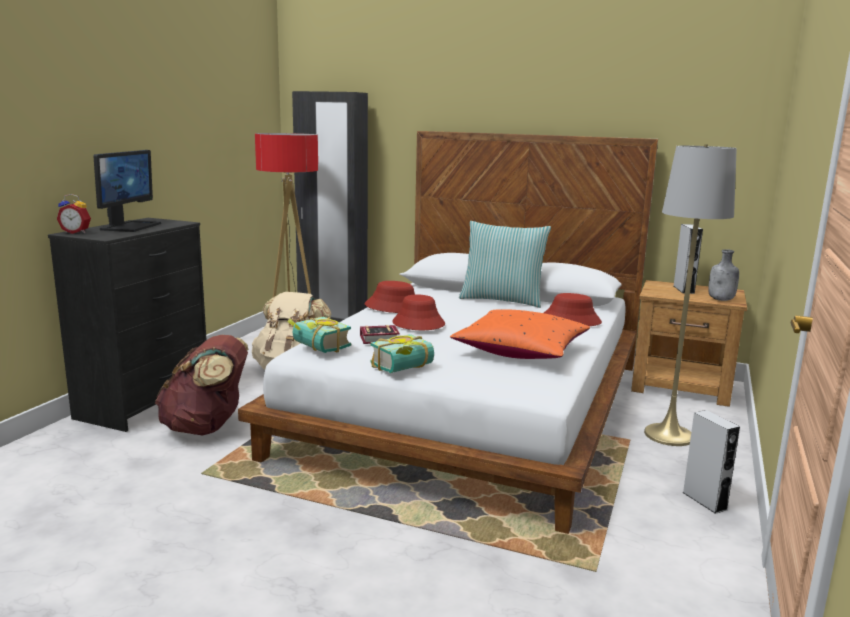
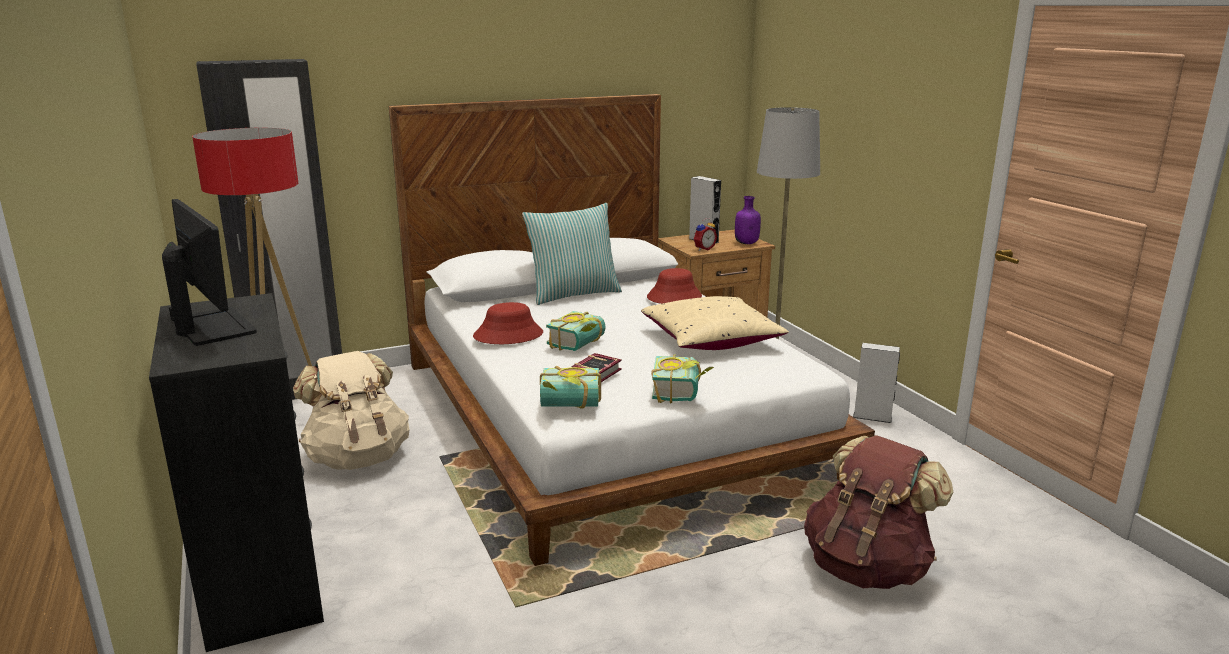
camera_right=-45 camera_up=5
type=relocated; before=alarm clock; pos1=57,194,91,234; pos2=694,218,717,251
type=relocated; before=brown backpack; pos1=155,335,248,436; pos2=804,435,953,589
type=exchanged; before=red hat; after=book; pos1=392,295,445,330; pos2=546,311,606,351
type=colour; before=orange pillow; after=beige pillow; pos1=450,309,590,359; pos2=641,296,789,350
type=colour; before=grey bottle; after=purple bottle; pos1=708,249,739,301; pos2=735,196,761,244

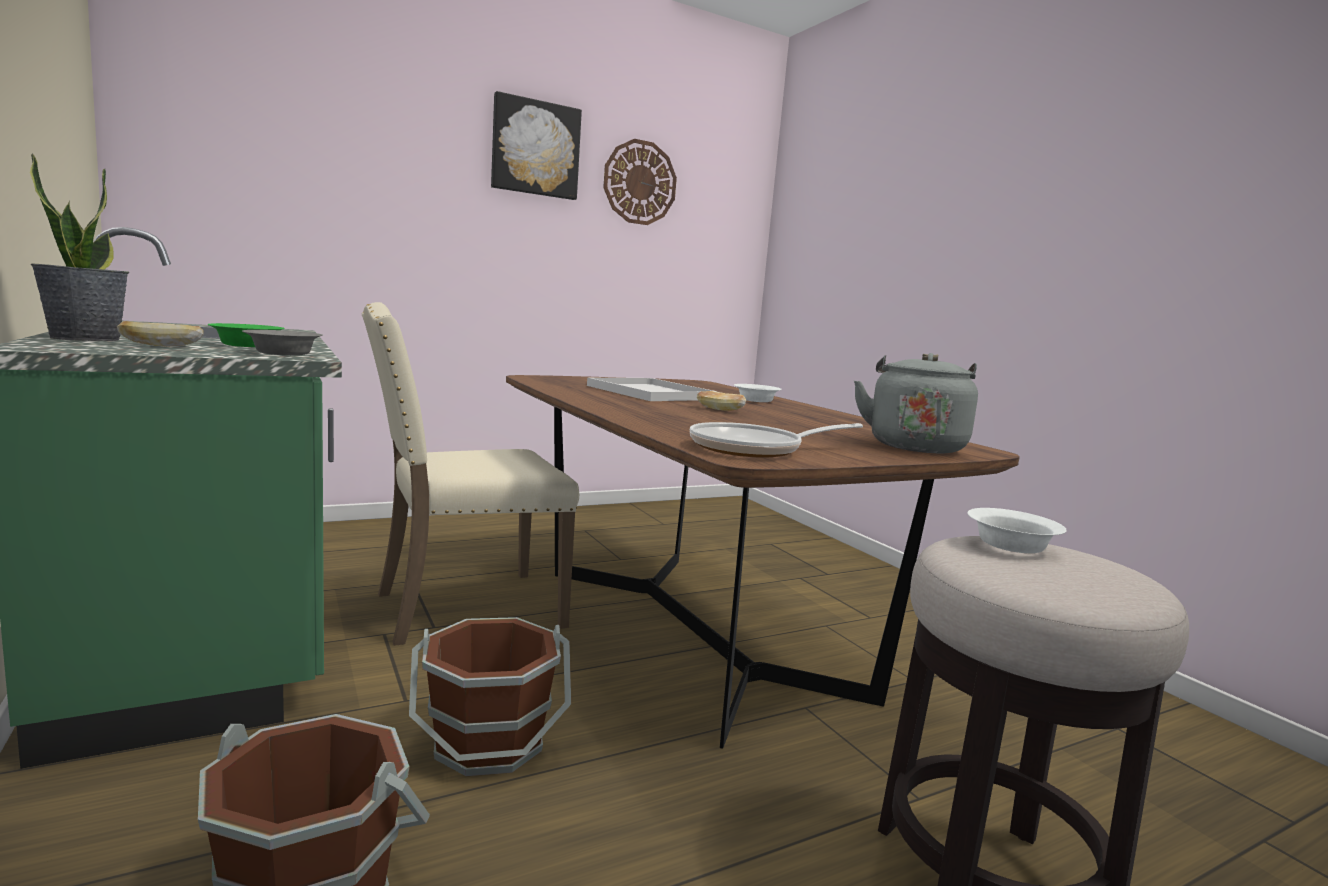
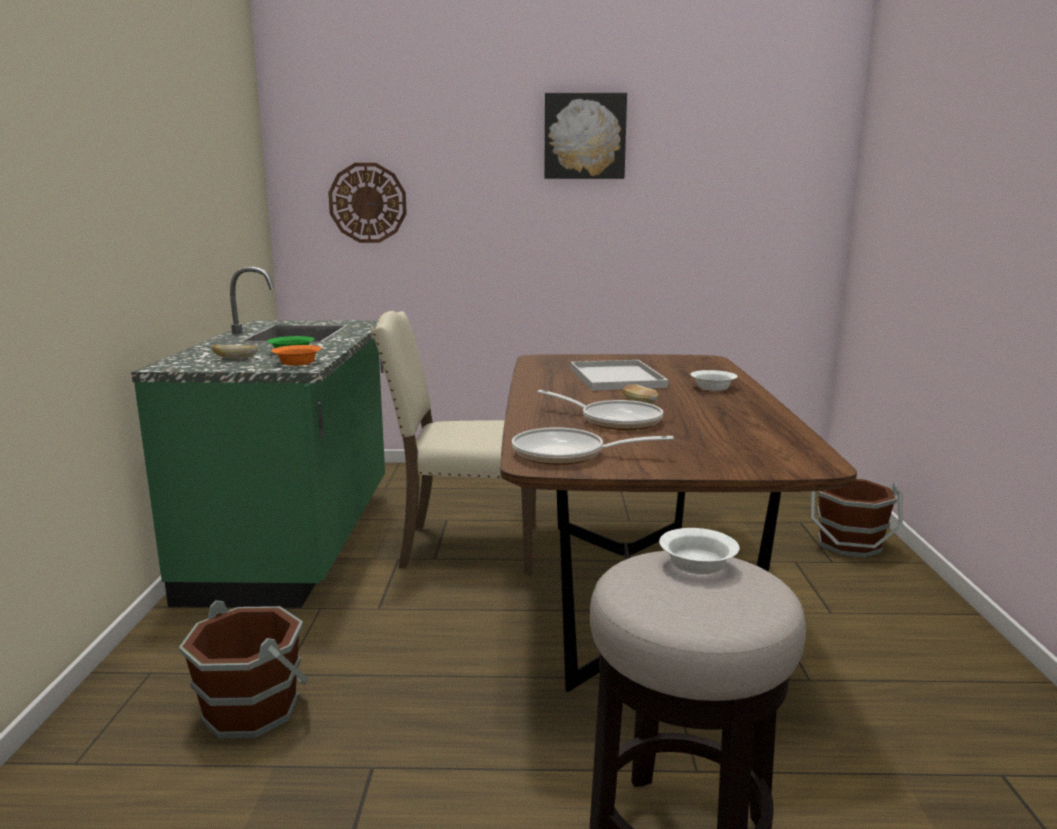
camera_right=30 camera_up=5
type=missing; before=potted plant; pos1=30,153,129,341
type=colour; before=grey bowl; after=orange bowl; pos1=242,330,323,355; pos2=271,345,322,366
type=relocated; before=brown bucket; pos1=409,617,571,776; pos2=811,478,903,558
type=relocated; before=wall clock; pos1=603,139,677,225; pos2=328,163,407,243
type=missing; before=grey kettle; pos1=854,353,978,454
type=appeared; after=frying pan; pos2=537,390,663,430

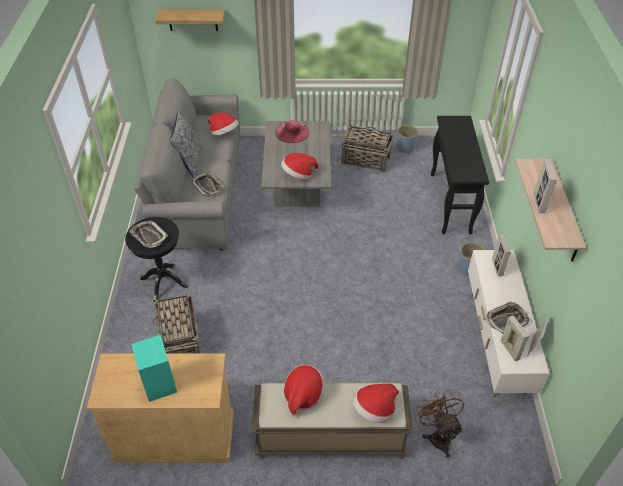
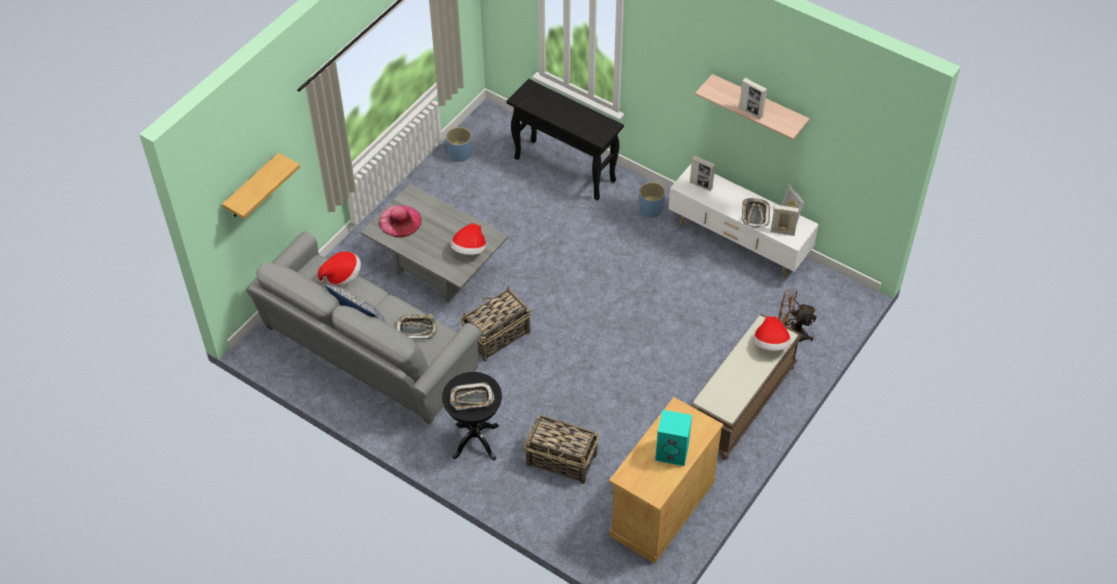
camera_right=-55 camera_up=5
type=missing; before=hat; pos1=284,365,325,416
type=relocated; before=basket; pos1=341,123,394,173; pos2=461,286,531,361

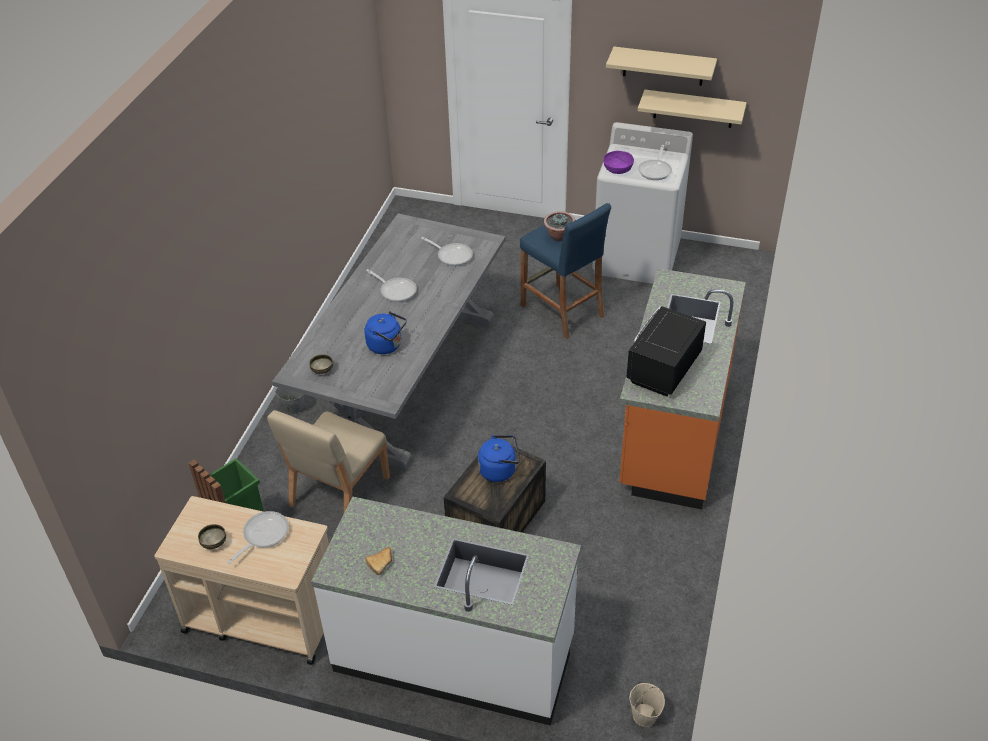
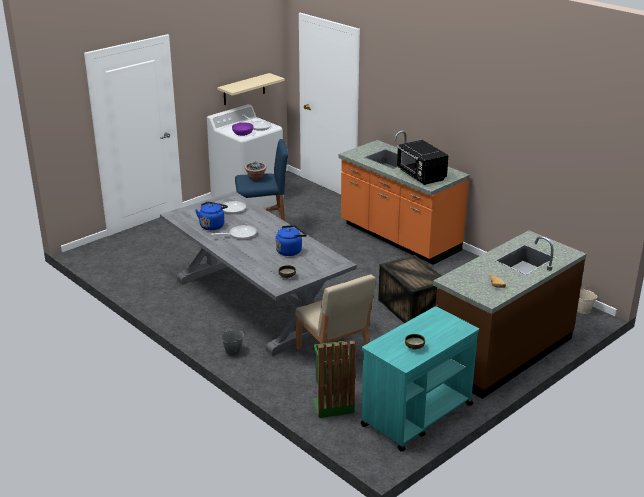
camera_right=-60 camera_up=-15
type=colour; before=beige cart; after=turquoise cart; pos1=154,496,329,665; pos2=361,306,479,452
type=missing; before=frying pan; pos1=227,511,289,564
type=colour; before=white counter; after=brown counter; pos1=311,496,581,725; pos2=433,230,586,399
type=relocated; before=blue kettle; pos1=478,435,520,482; pos2=195,202,228,230
type=missing; before=beige shelf; pos1=606,47,717,86

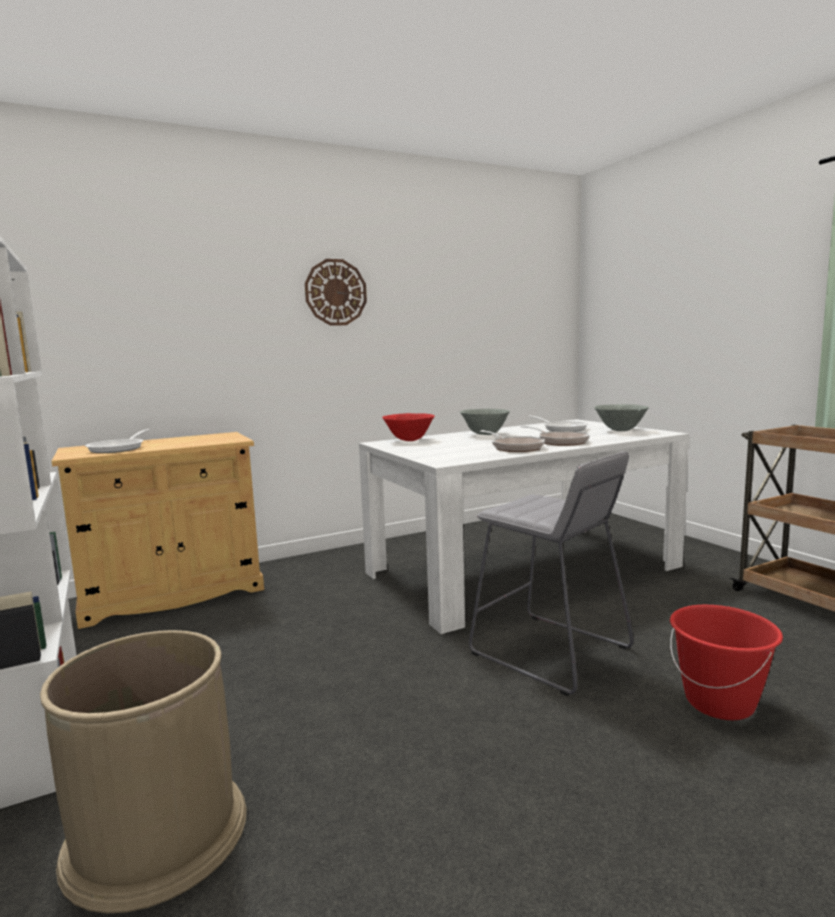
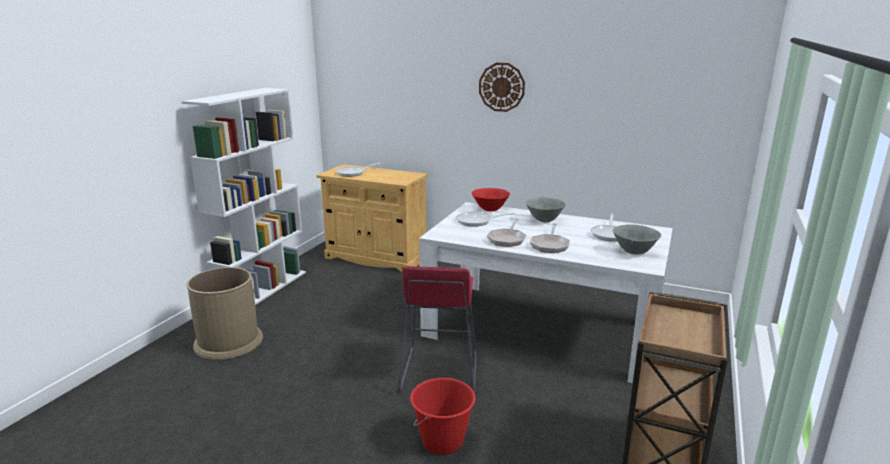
camera_right=50 camera_up=10
type=colour; before=grey stool; after=red stool; pos1=469,451,634,696; pos2=398,266,477,396
type=appeared; after=frying pan; pos2=456,212,516,227

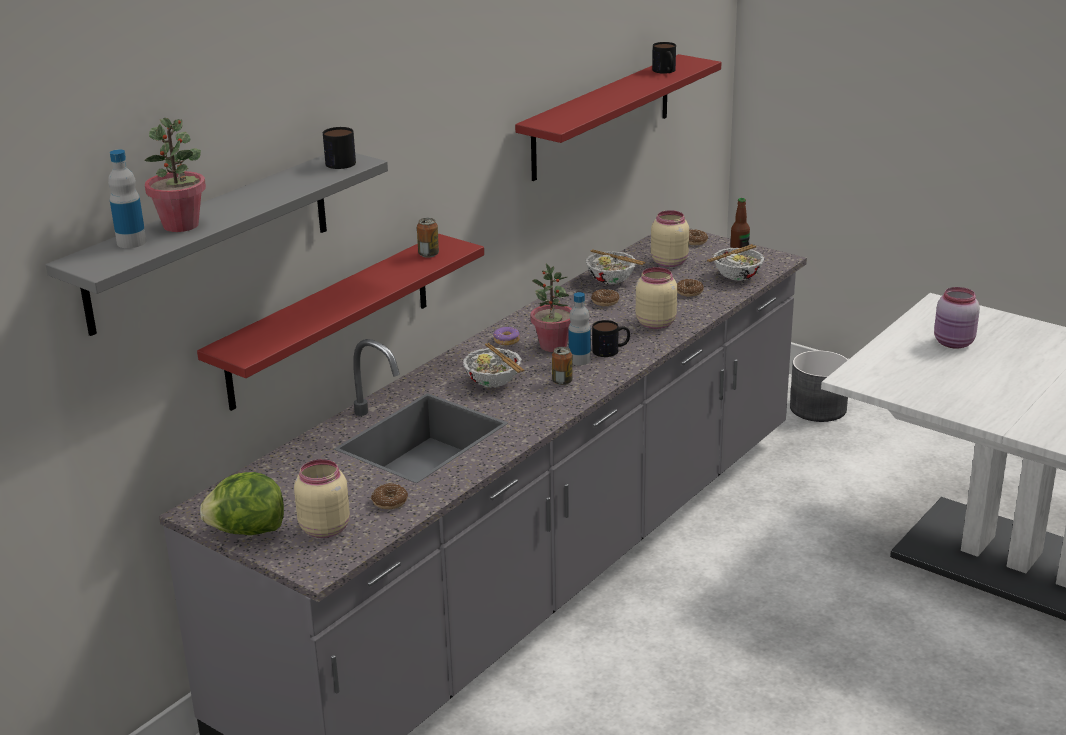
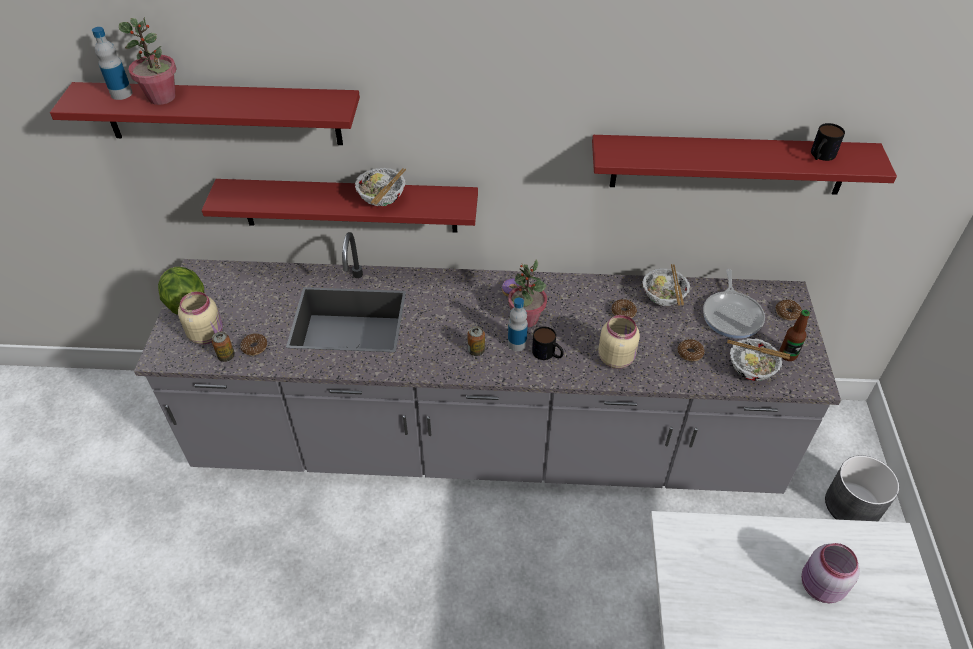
camera_right=55 camera_up=20
type=colour; before=grey shelf; after=red shelf; pos1=46,153,388,336; pos2=50,82,360,145
type=missing; before=mug; pos1=323,127,356,169
type=relocated; before=can; pos1=417,218,439,258; pos2=212,332,235,362
type=relocated; before=bowl; pos1=463,343,524,388; pos2=355,168,406,206
type=exchanged; before=beige jar; after=frying pan; pos1=651,210,689,267; pos2=703,269,765,339

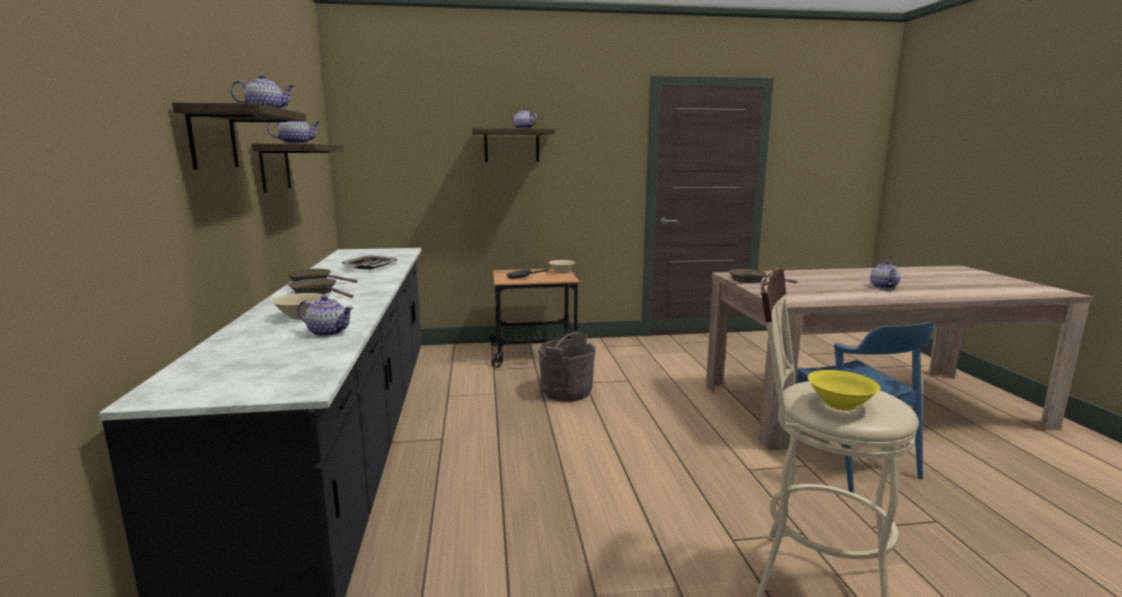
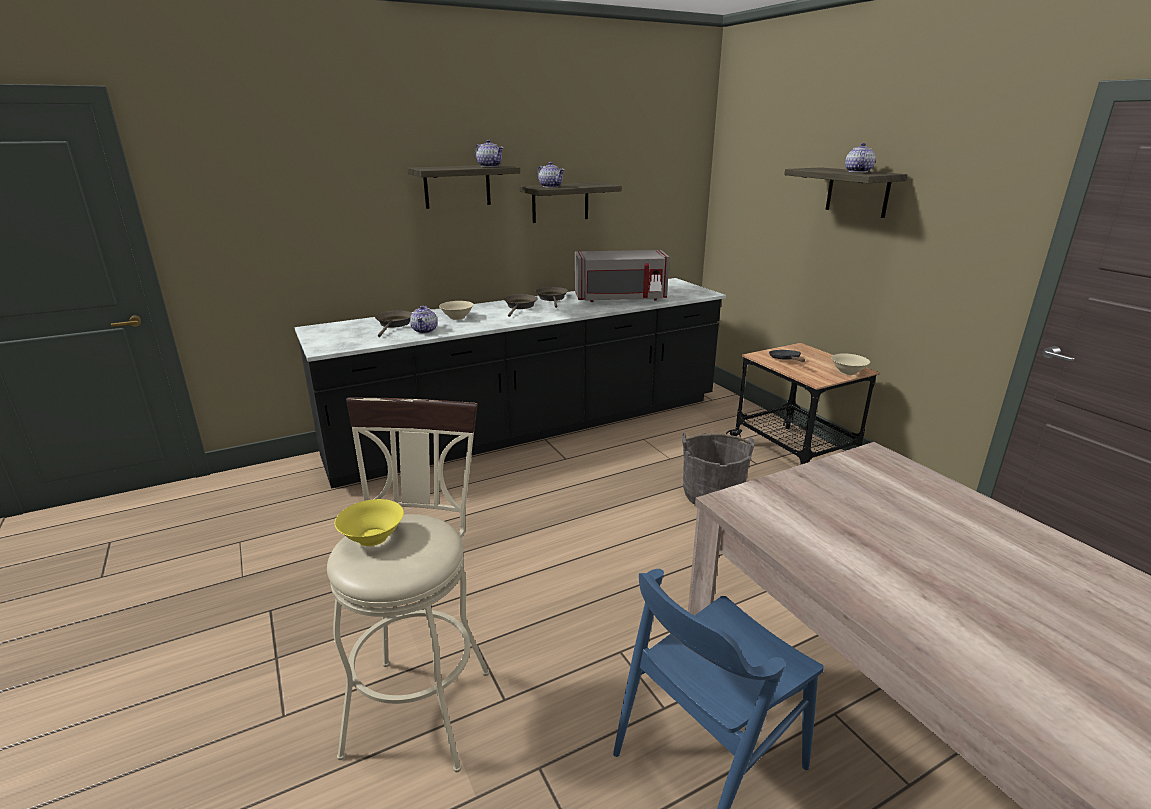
camera_right=70 camera_up=10
type=exchanged; before=tray; after=grey microwave; pos1=342,255,397,270; pos2=575,250,669,302
type=relocated; before=brown frying pan; pos1=728,269,797,284; pos2=375,311,413,337
type=missing; before=teapot; pos1=870,261,901,289

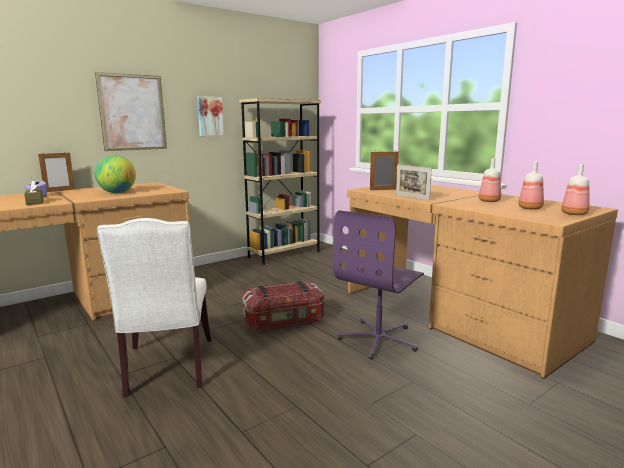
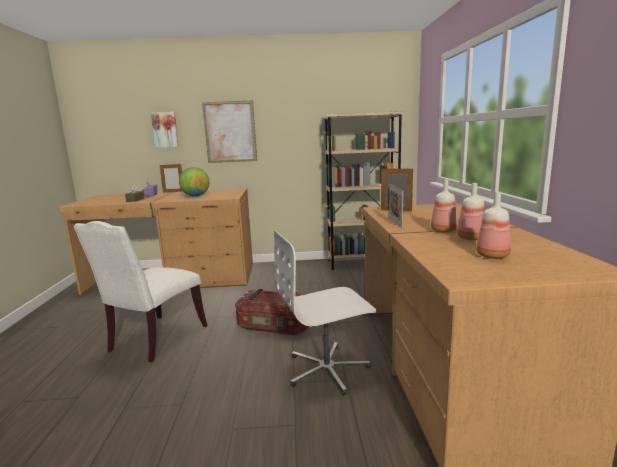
camera_right=35 camera_up=0
type=relocated; before=picture; pos1=197,96,224,136; pos2=151,112,179,148
type=colour; before=purple office chair; after=white office chair; pos1=332,210,424,359; pos2=274,230,376,395
type=relocated; before=bottle; pos1=561,164,590,215; pos2=431,180,457,232

